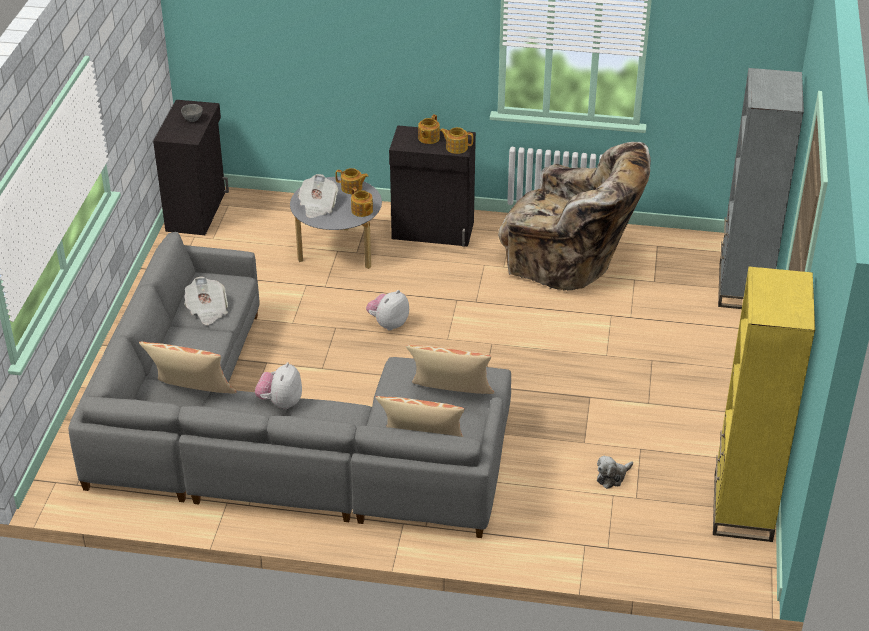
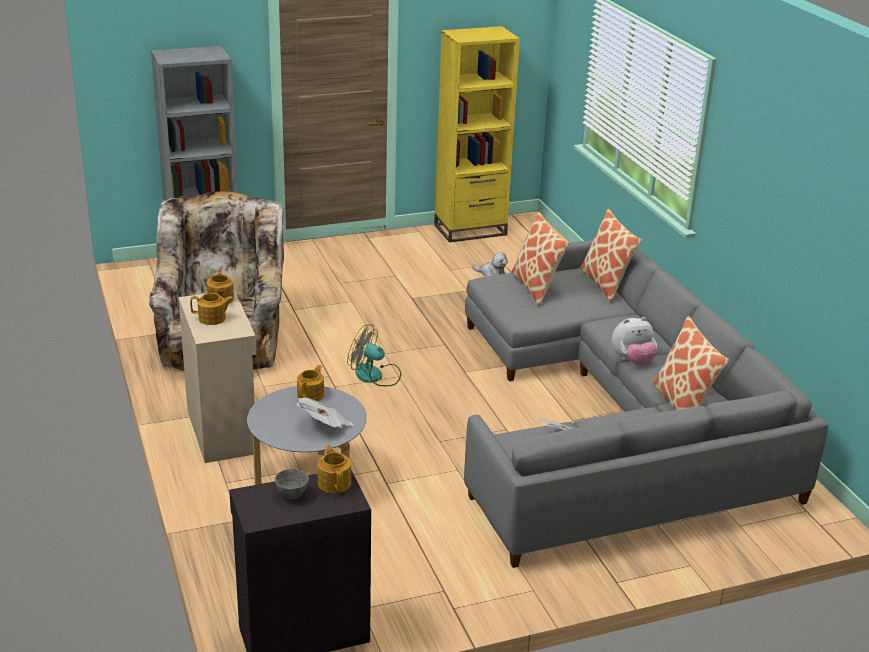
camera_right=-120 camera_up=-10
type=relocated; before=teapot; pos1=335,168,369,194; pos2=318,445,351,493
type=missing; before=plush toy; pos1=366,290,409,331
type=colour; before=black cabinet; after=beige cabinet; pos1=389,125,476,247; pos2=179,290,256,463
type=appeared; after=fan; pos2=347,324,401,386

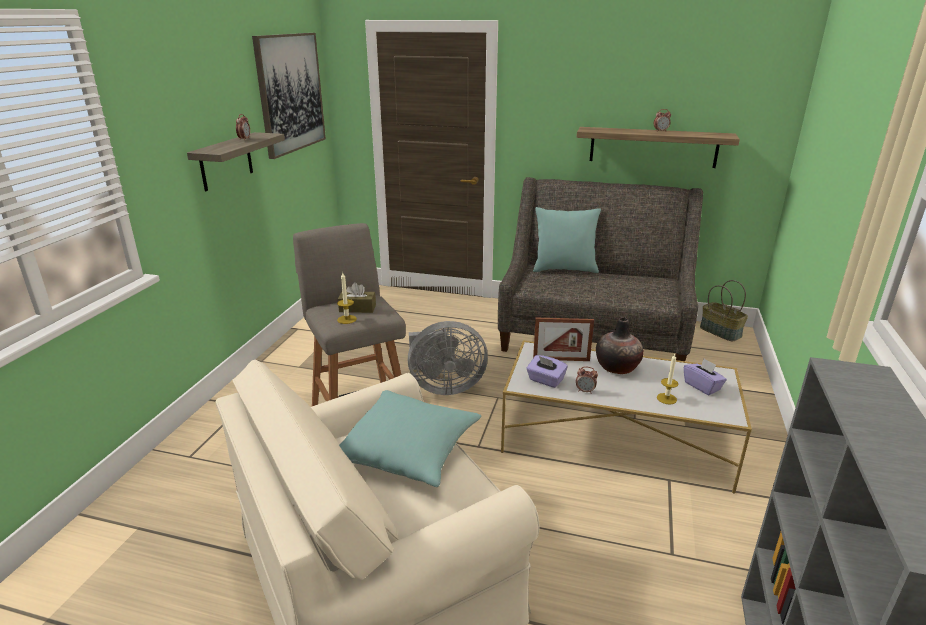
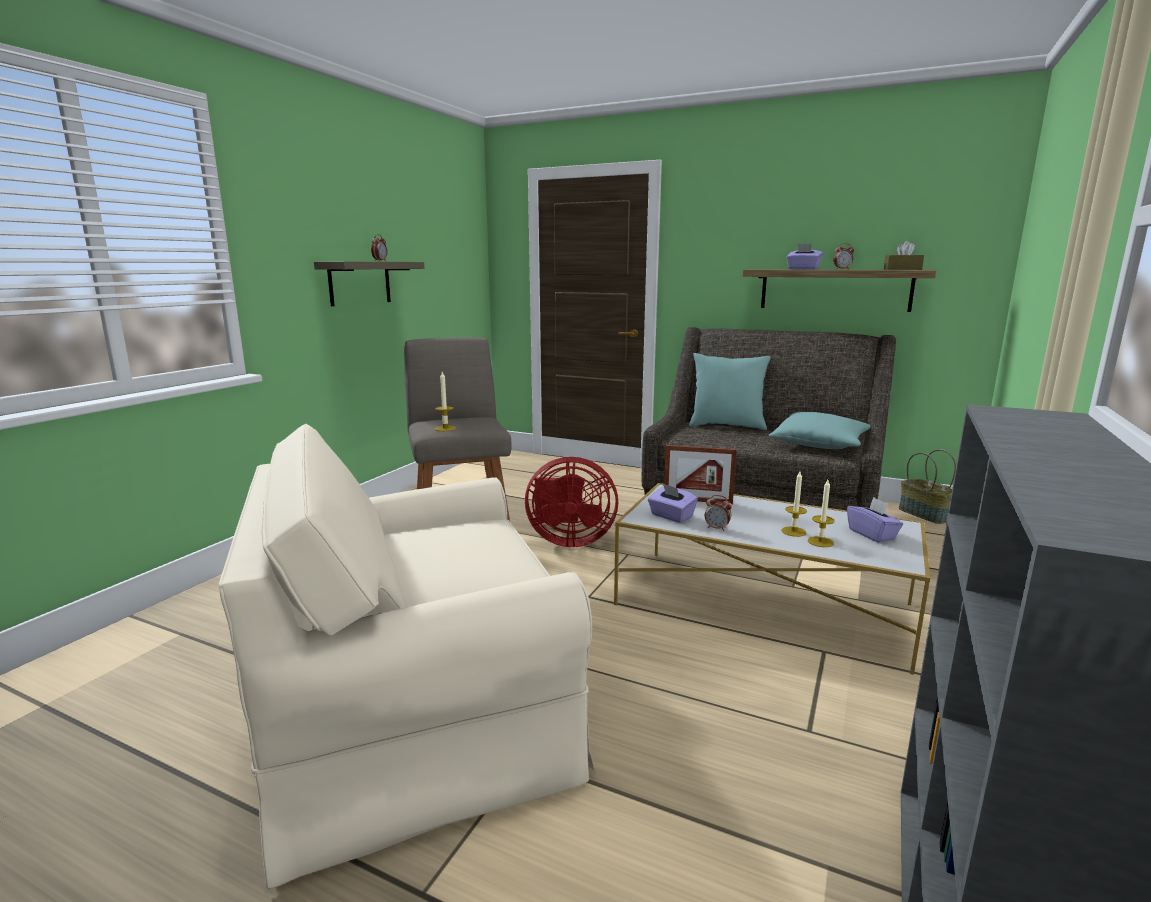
camera_right=10 camera_up=-10
type=missing; before=picture; pos1=252,33,326,159
type=relocated; before=brown tissue box; pos1=338,282,376,313; pos2=884,241,924,270
type=relocated; before=turquoise pillow; pos1=339,390,482,487; pos2=768,412,870,449
type=colour; before=grey fan; after=red fan; pos1=408,321,488,395; pos2=525,457,618,547
type=missing; before=vase; pos1=596,317,644,374
type=appeared; after=candle; pos2=781,471,807,537
type=appeared; after=purple tissue box; pos2=786,243,823,270

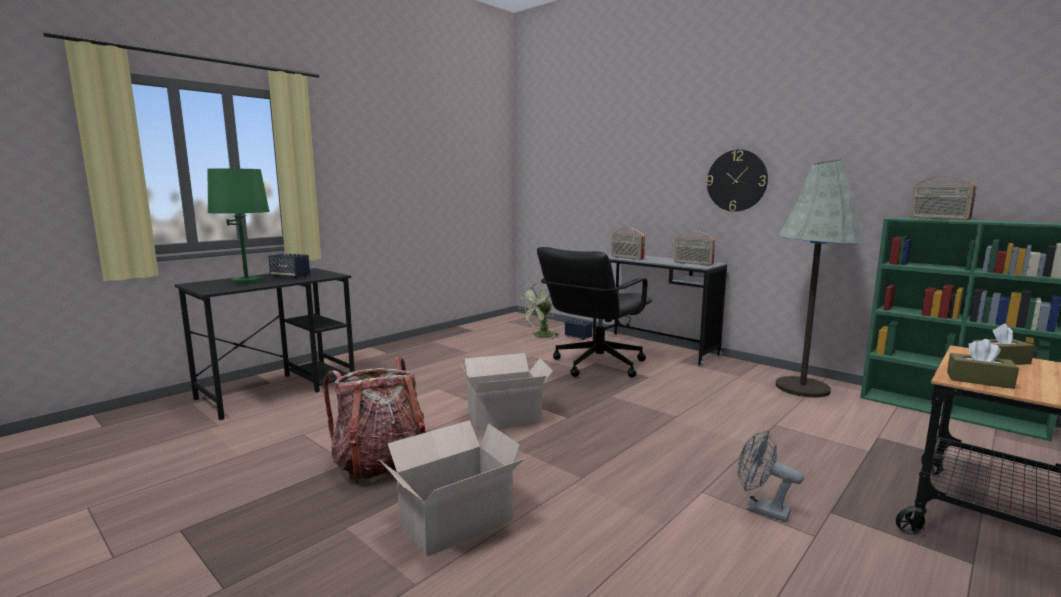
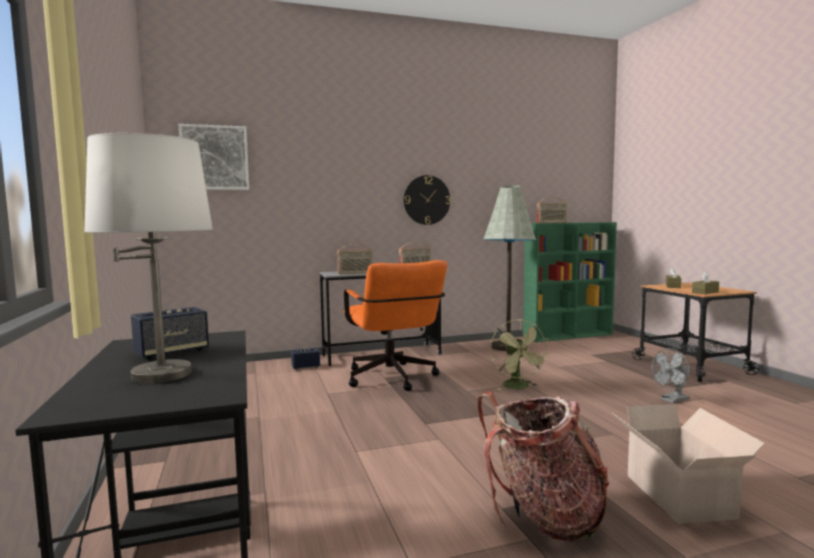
camera_right=-60 camera_up=-5
type=colour; before=green table lamp; after=white table lamp; pos1=208,167,270,284; pos2=84,133,213,384
type=missing; before=cardboard box; pos1=461,353,553,431
type=relocated; before=green fan; pos1=519,283,560,340; pos2=490,319,549,390
type=colour; before=black office chair; after=orange office chair; pos1=537,247,652,378; pos2=344,260,447,391
type=appeared; after=picture; pos2=179,124,249,190

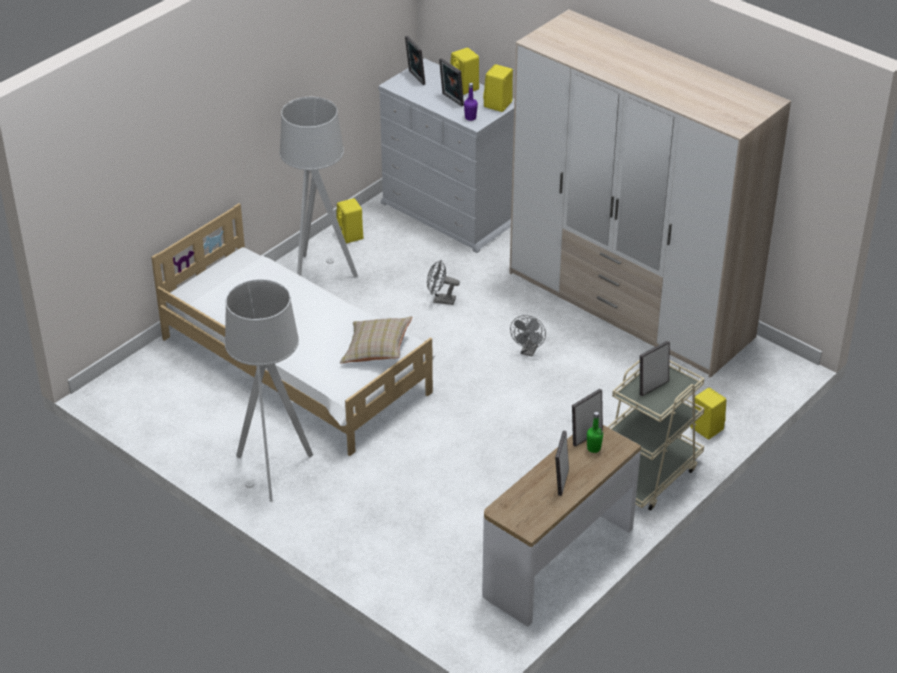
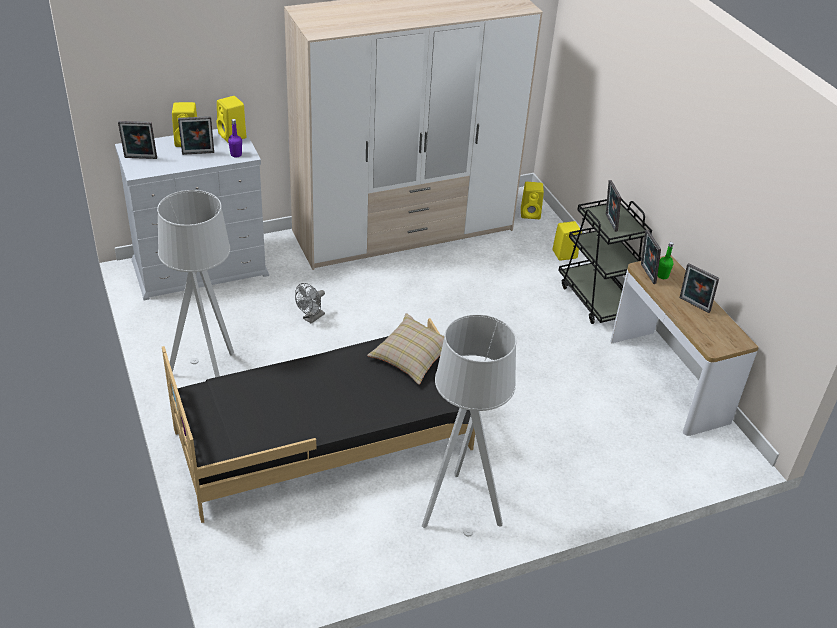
camera_right=-65 camera_up=0
type=colour; before=white bed; after=black bed; pos1=151,203,436,456; pos2=162,318,475,523
type=relocated; before=yellow speaker; pos1=337,198,363,243; pos2=521,182,544,219
type=missing; before=grey fan; pos1=510,315,546,357
type=colour; before=beige cart; after=black cart; pos1=608,360,704,511; pos2=558,198,652,324

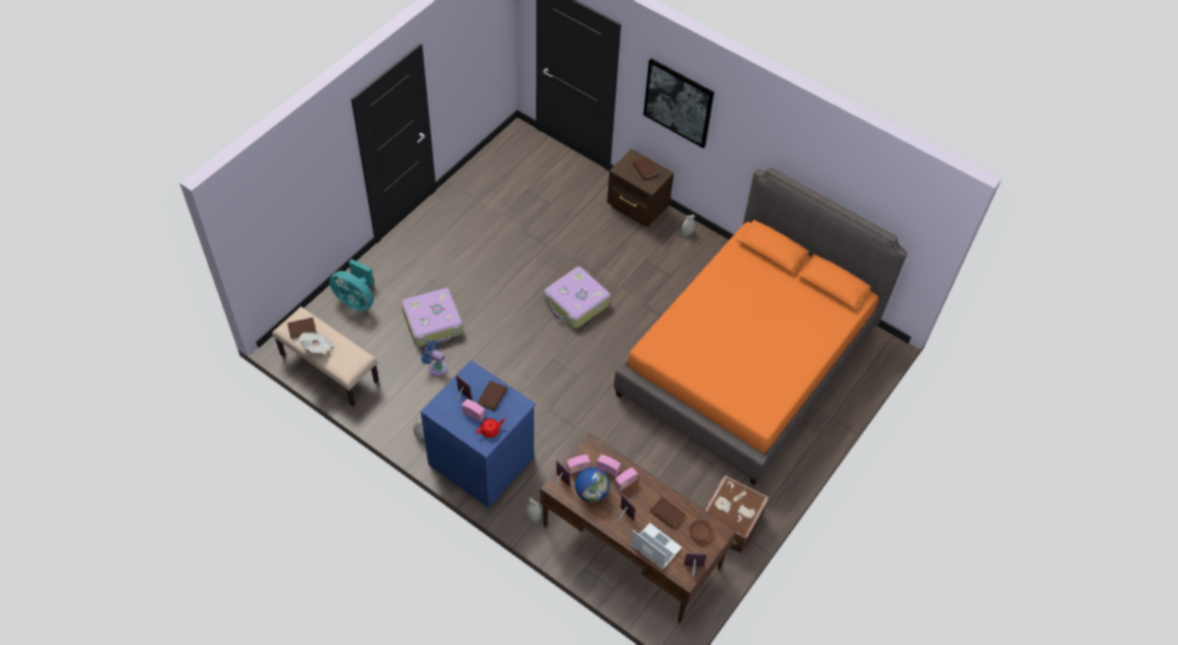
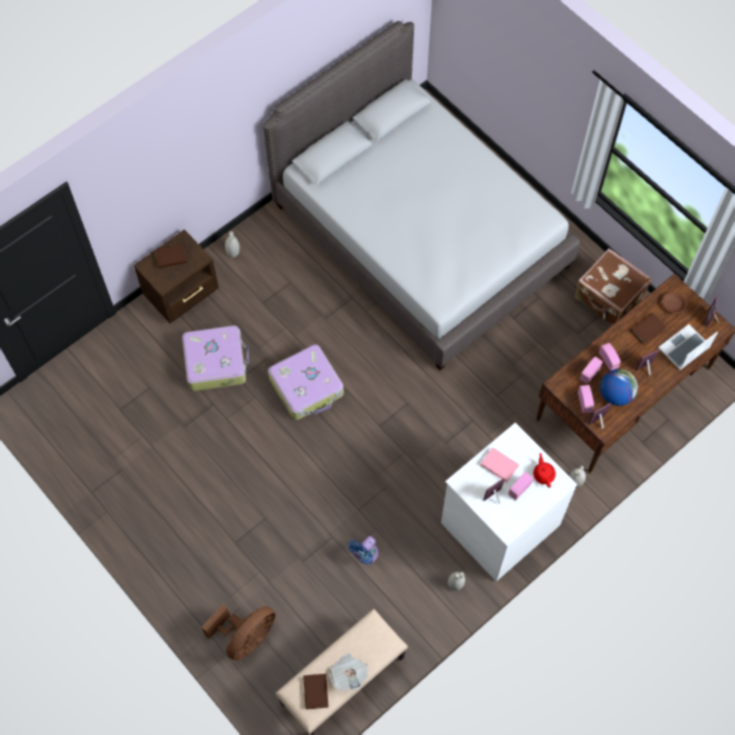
camera_right=-75 camera_up=10
type=colour; before=turquoise fan; after=brown fan; pos1=329,259,374,311; pos2=202,604,276,661
type=relocated; before=suitcase; pos1=401,288,463,347; pos2=182,325,249,391
type=colour; before=blue dresser; after=white dresser; pos1=420,360,536,508; pos2=441,423,577,581
type=colour; before=brown book; after=pink book; pos1=478,380,508,411; pos2=481,447,519,483
type=colour; before=orange bed; after=grey bed; pos1=614,168,907,485; pos2=263,21,580,371
type=missing; before=picture; pos1=643,59,714,148

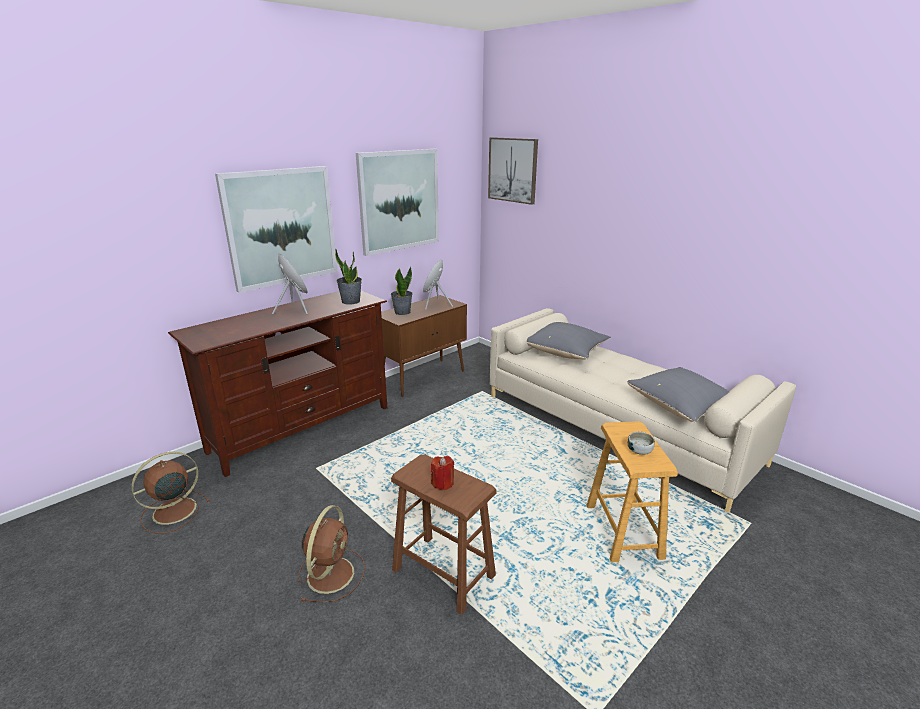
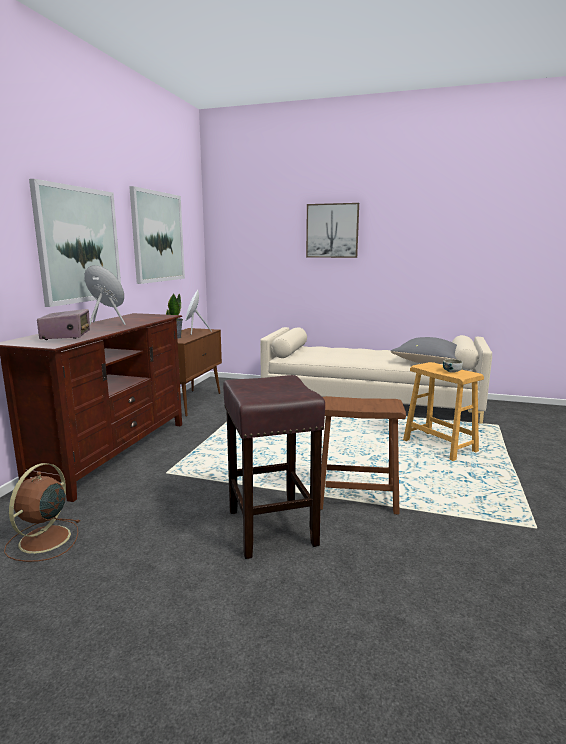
camera_right=-30 camera_up=-10
type=exchanged; before=brown fan; after=brown stool; pos1=298,505,365,602; pos2=223,375,325,559
type=missing; before=potted plant; pos1=335,248,362,304
type=missing; before=red candle; pos1=431,456,454,490
type=relocated; before=picture; pos1=488,137,538,205; pos2=306,203,359,258
type=missing; before=grey pillow; pos1=527,322,611,359
type=appeared; after=radio; pos2=37,309,90,340

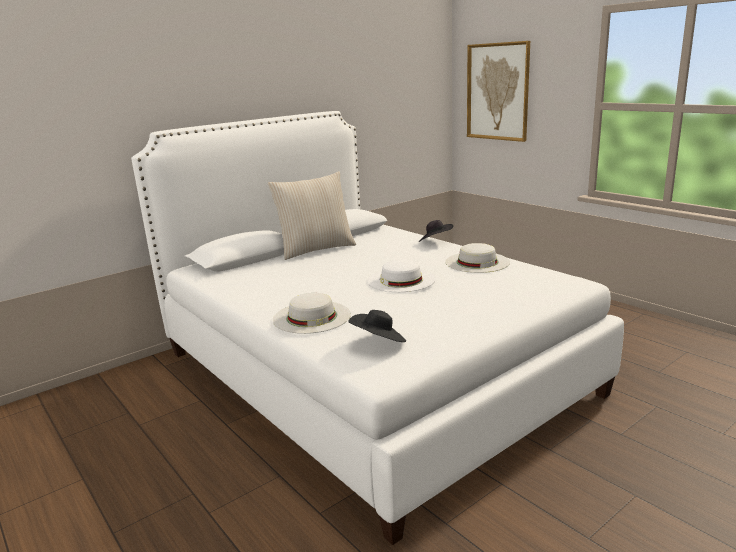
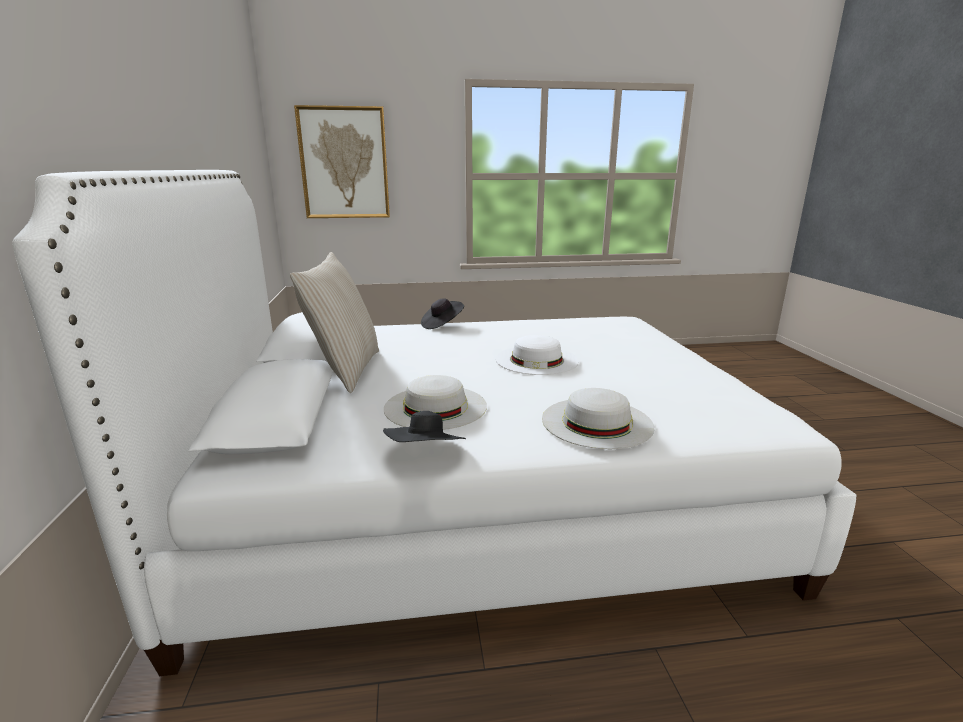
camera_right=-60 camera_up=0
type=relocated; before=black hat; pos1=348,310,406,342; pos2=383,411,466,442
type=relocated; before=white hat; pos1=445,243,510,273; pos2=384,375,487,430

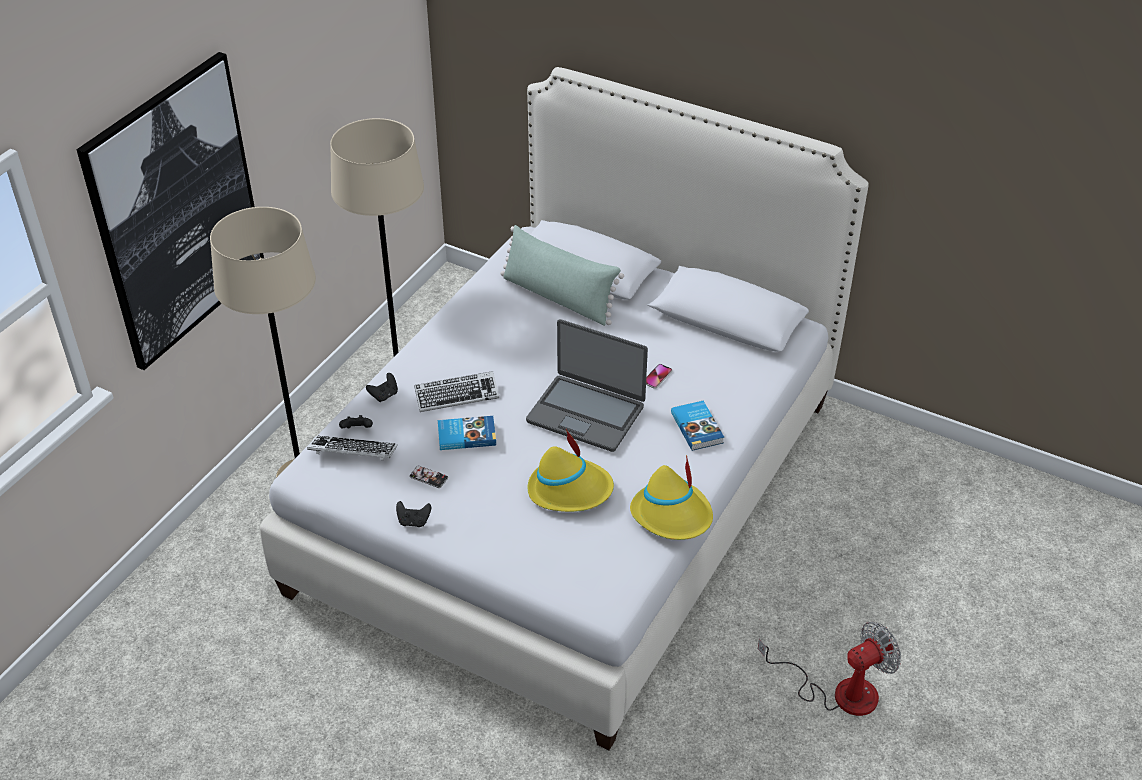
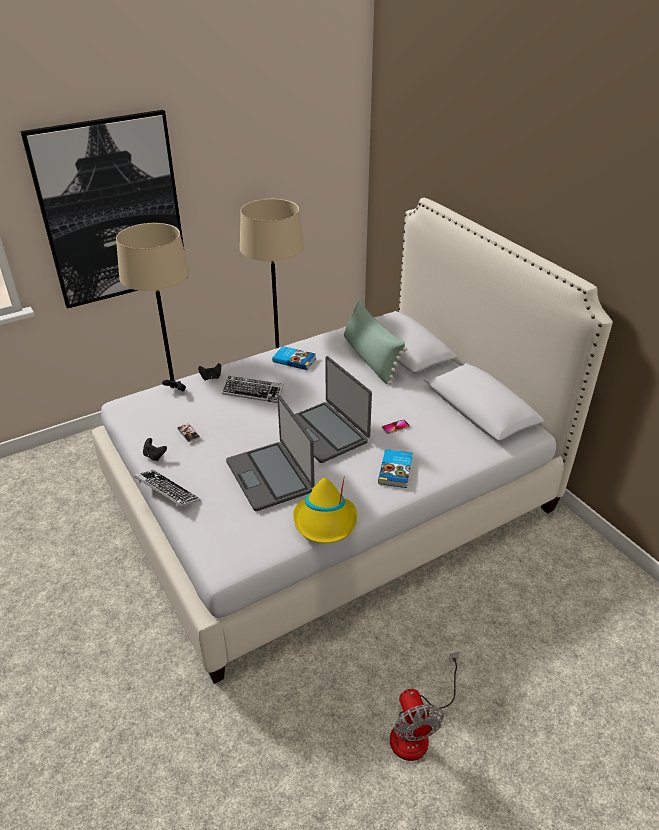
camera_right=30 camera_up=-5
type=relocated; before=keyboard; pos1=307,436,397,460; pos2=134,470,200,507
type=relocated; before=book; pos1=438,416,496,450; pos2=272,346,316,370
type=exchanged; before=yellow hat; after=laptop; pos1=527,429,614,512; pos2=226,395,315,511
type=spun; before=fan; pos1=758,622,901,716; pos2=390,652,459,761; turn=75

